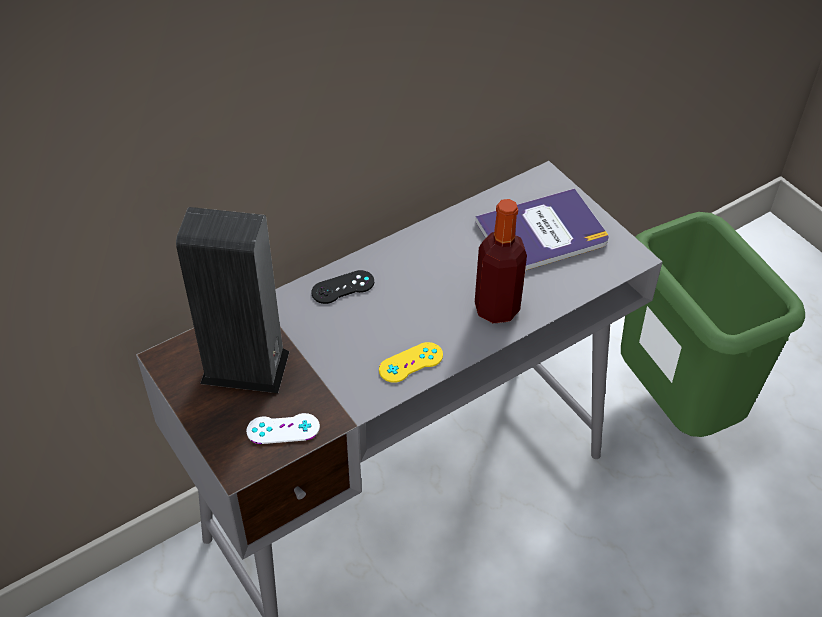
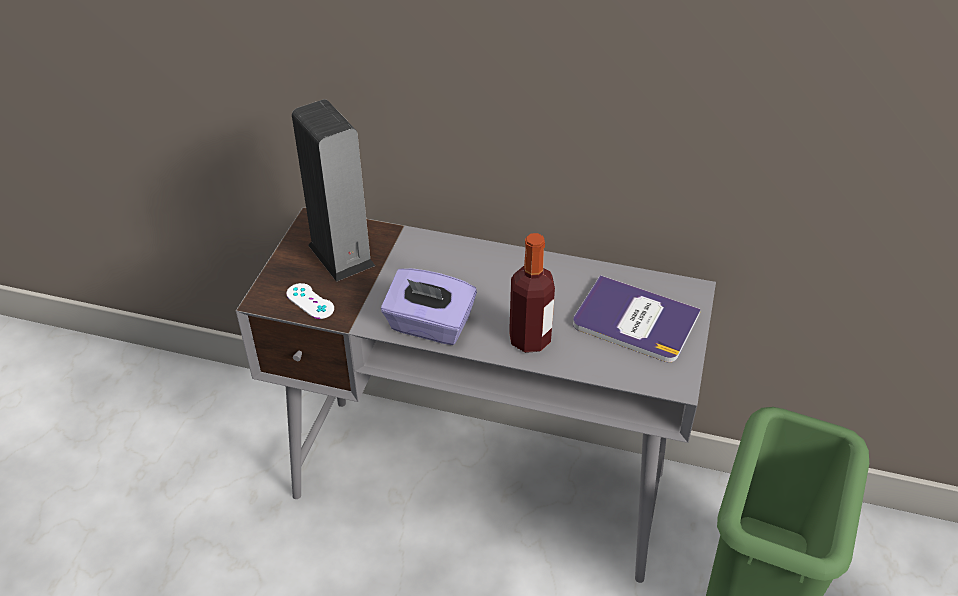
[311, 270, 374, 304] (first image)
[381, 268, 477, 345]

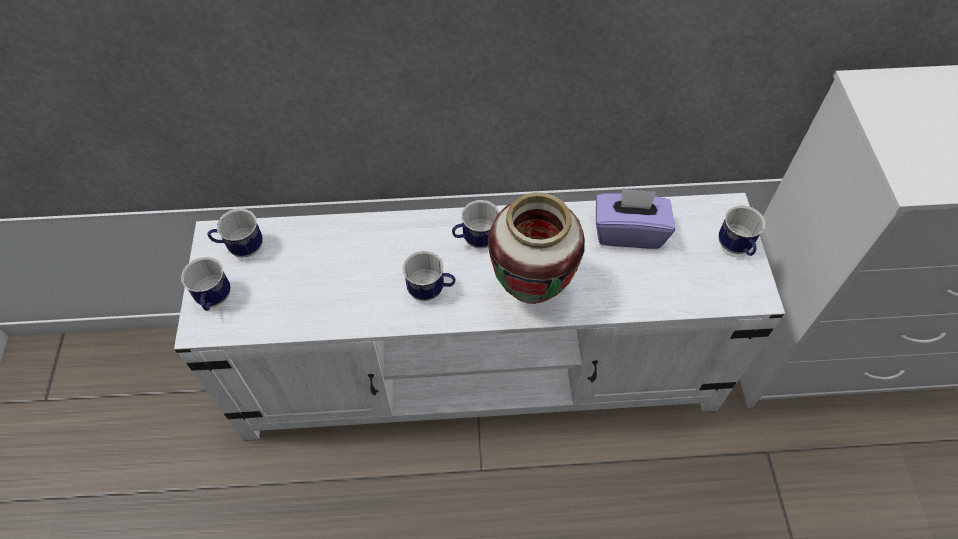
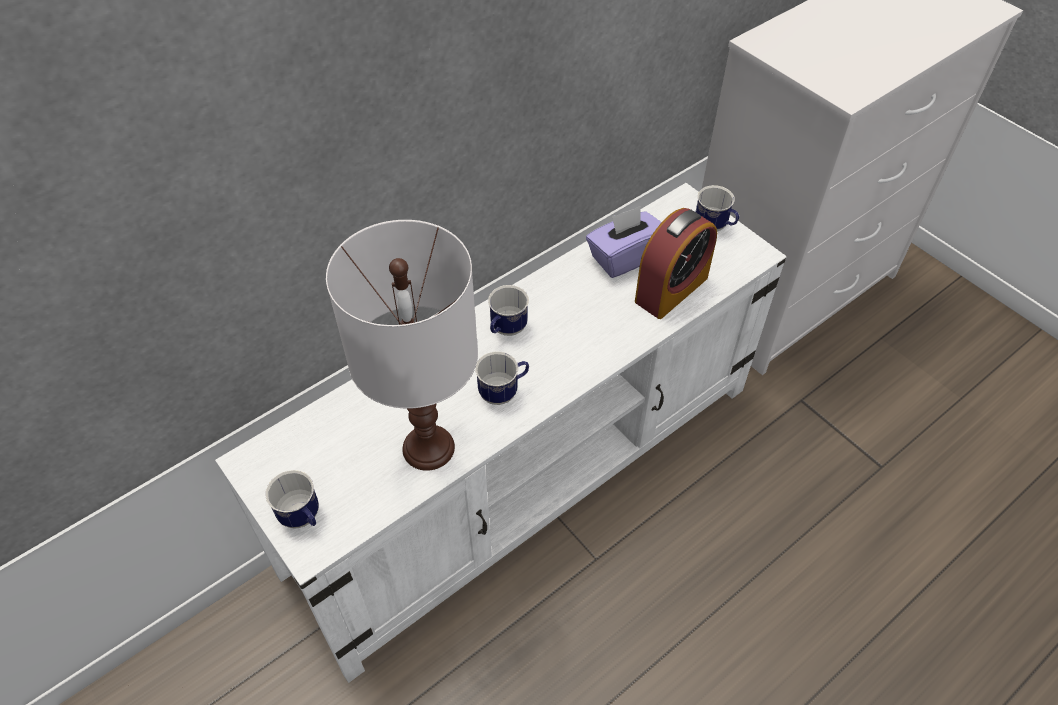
[488, 192, 585, 304] (first image)
[208, 209, 263, 257] (first image)
[635, 208, 717, 319]
[326, 220, 478, 471]

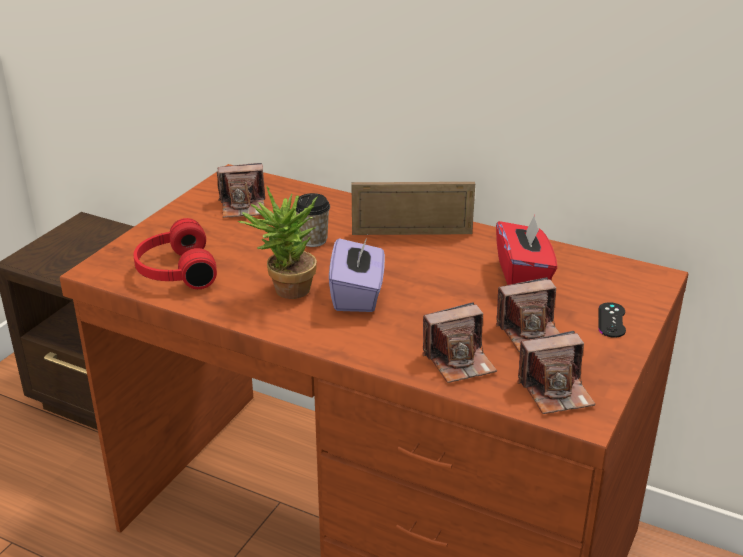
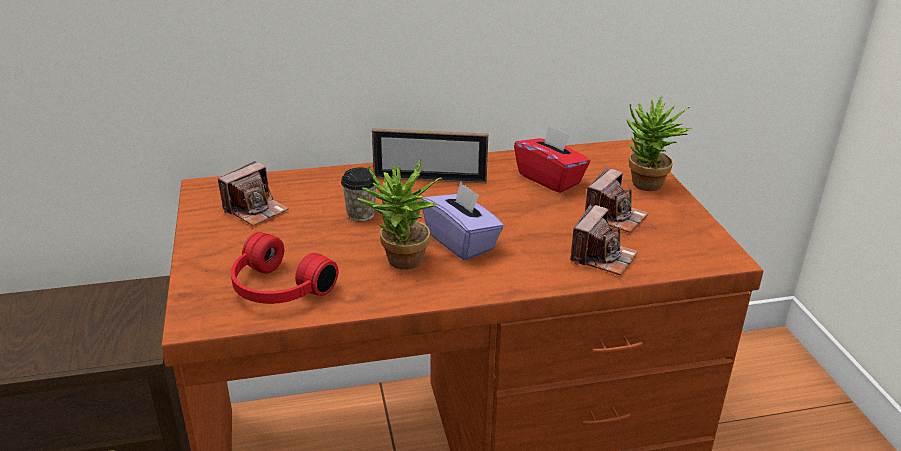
[372, 128, 488, 183]
[626, 94, 692, 191]
[518, 331, 596, 414] (first image)

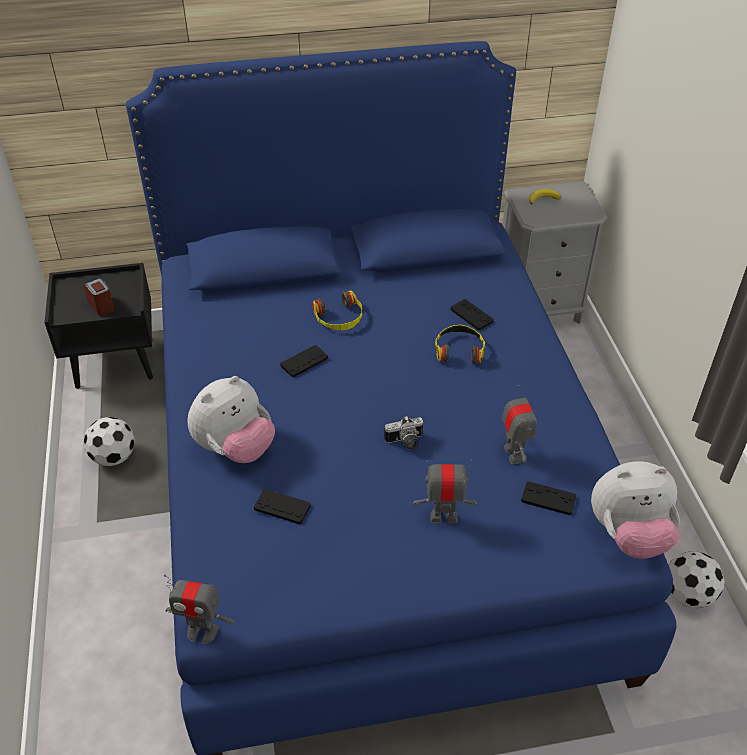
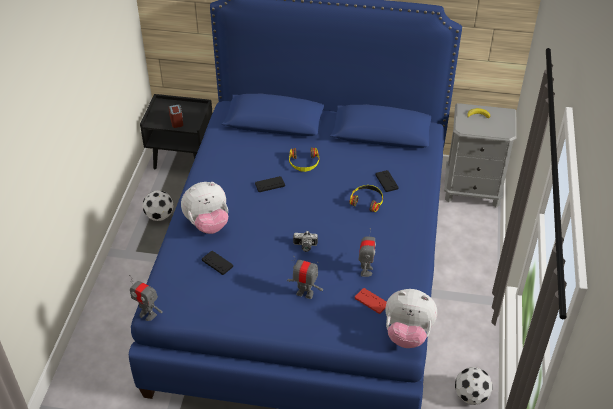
[355, 288, 387, 314]

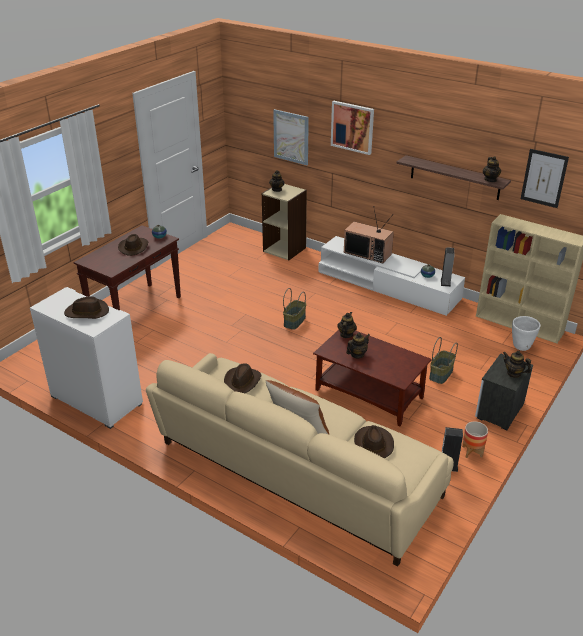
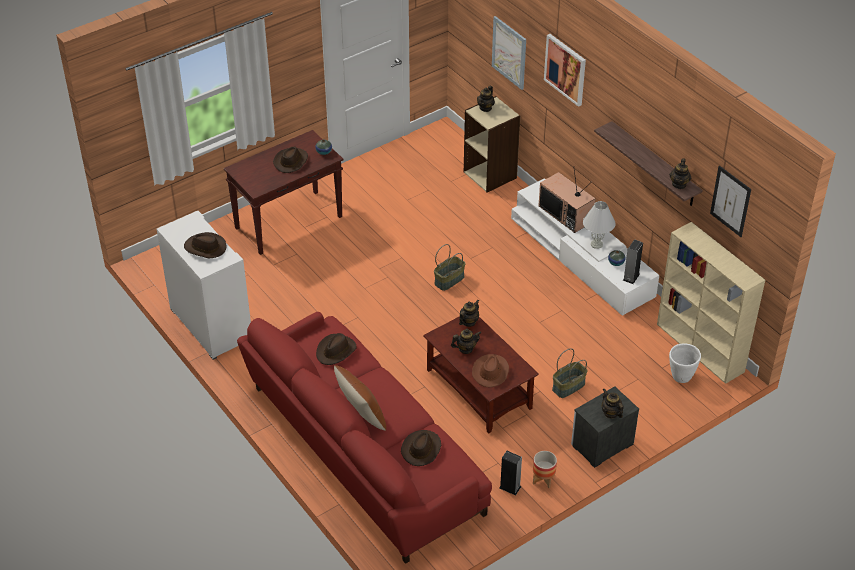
[237, 312, 492, 564]
[583, 201, 616, 249]
[472, 354, 509, 387]

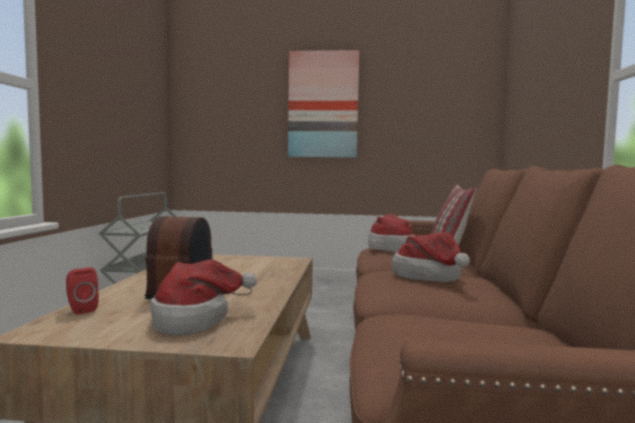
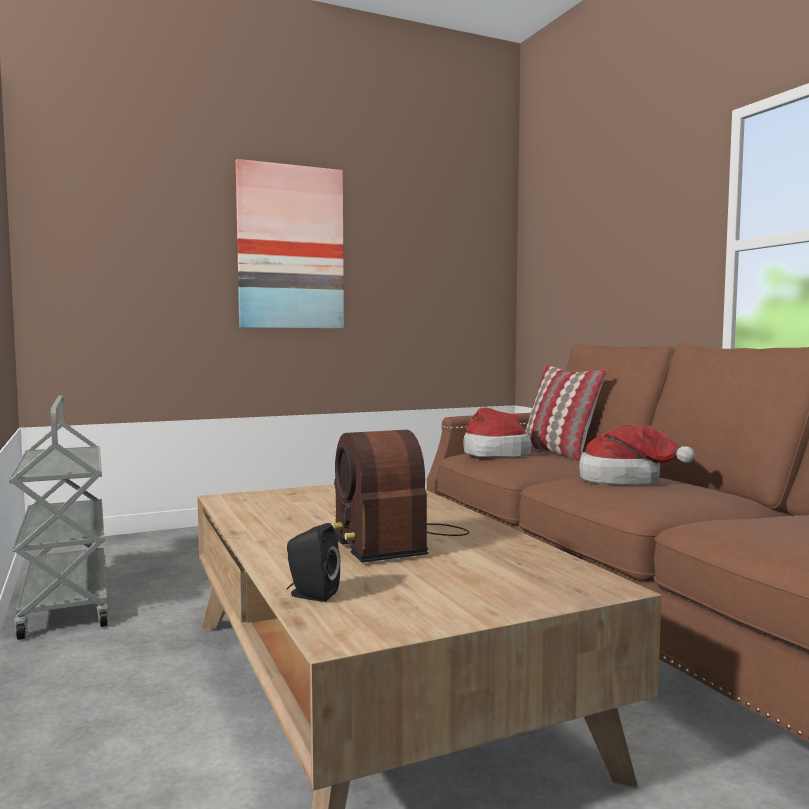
[151, 260, 257, 335] (first image)
[286, 523, 340, 602]

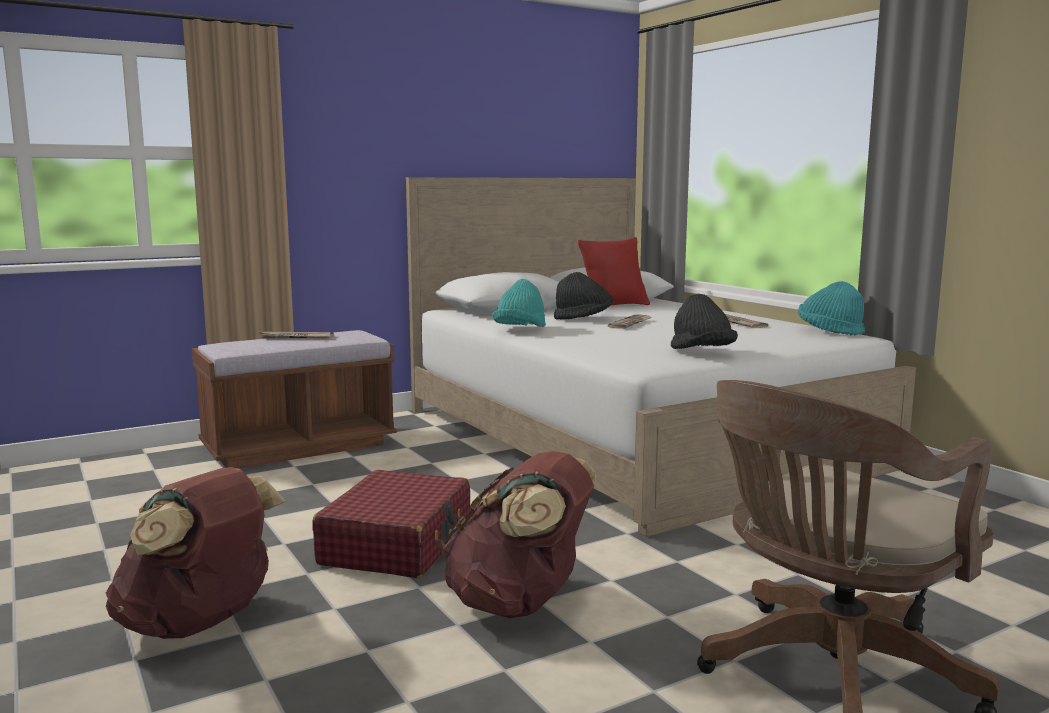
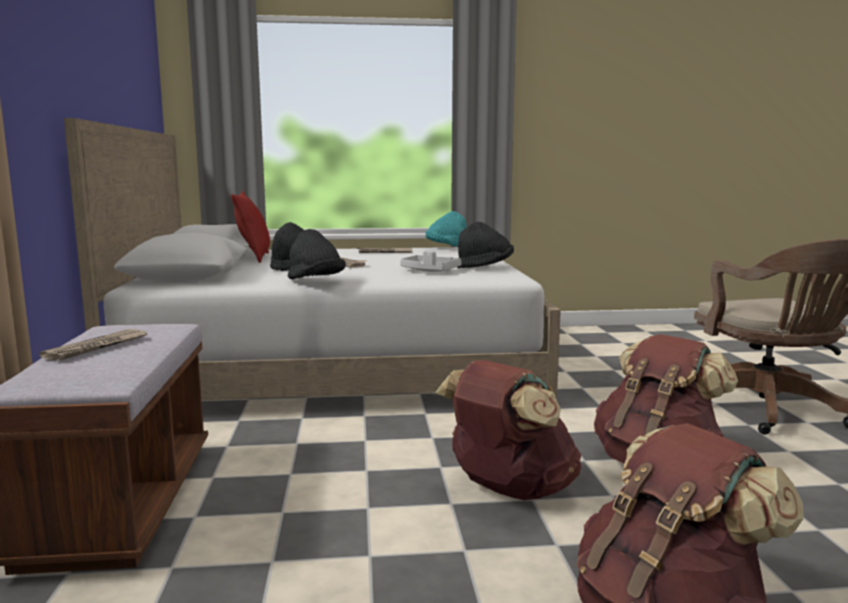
[288, 229, 346, 279]
[435, 360, 582, 500]
[400, 252, 462, 272]

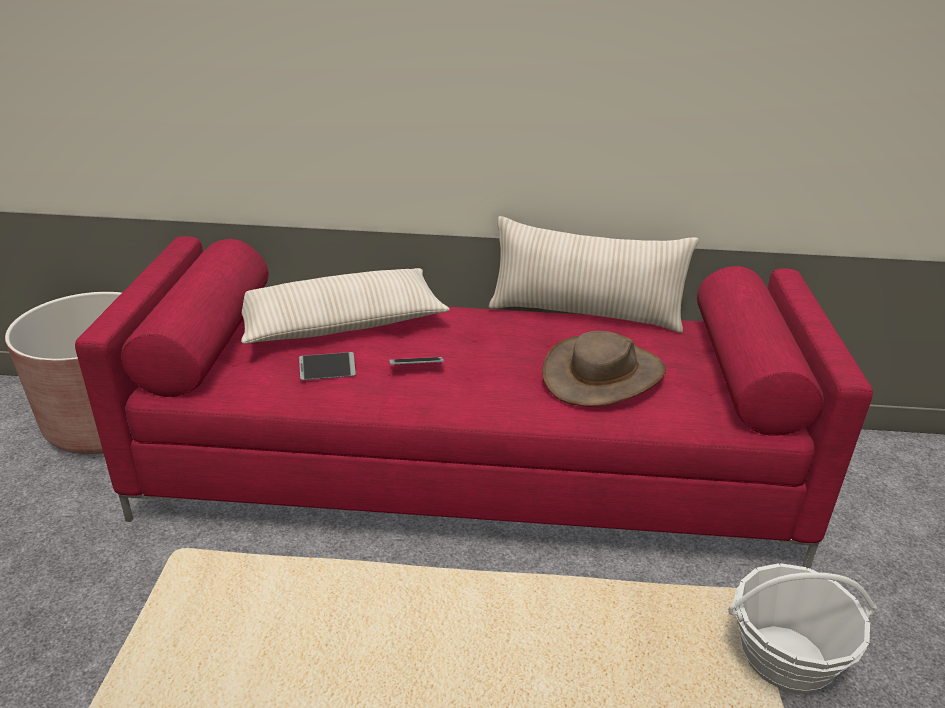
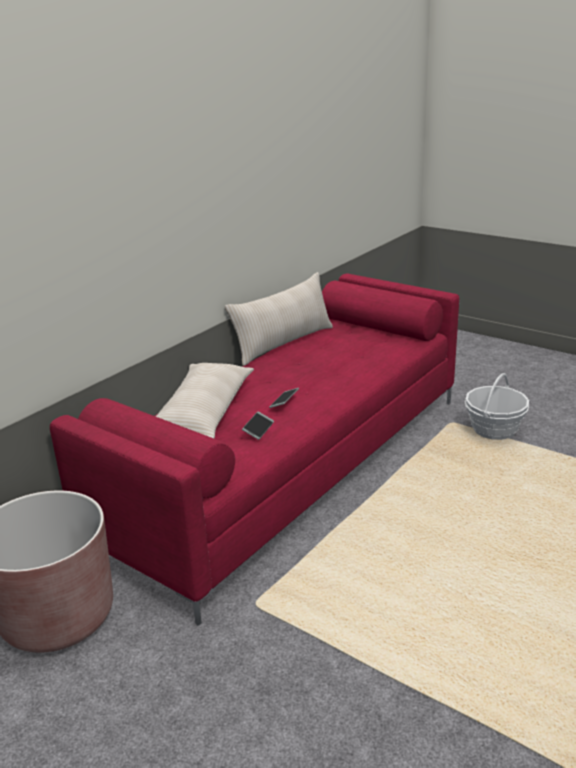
[542, 331, 666, 406] (first image)

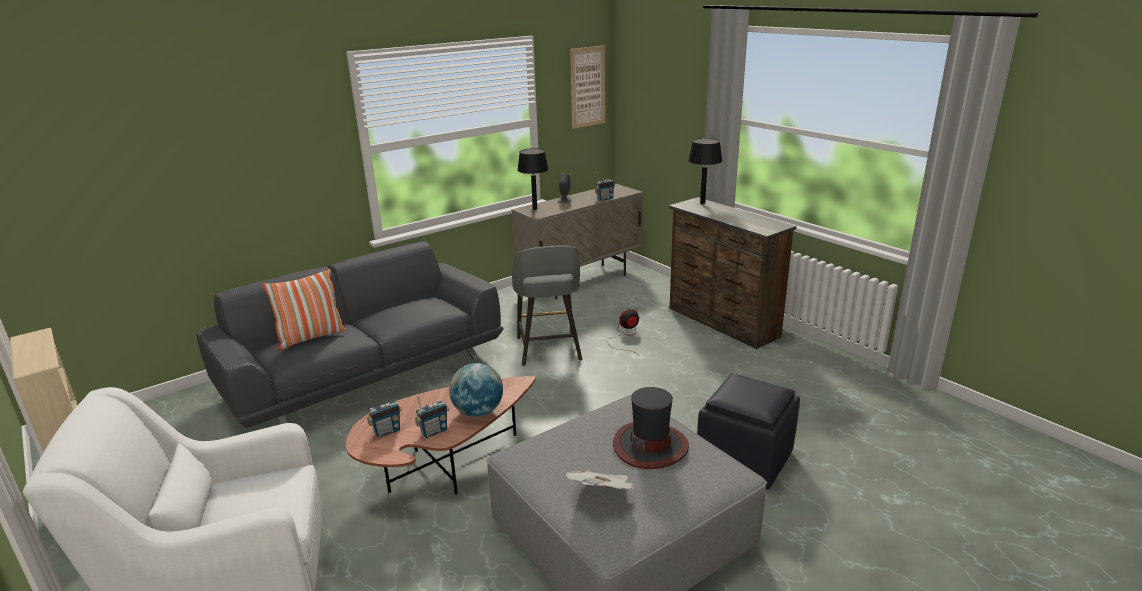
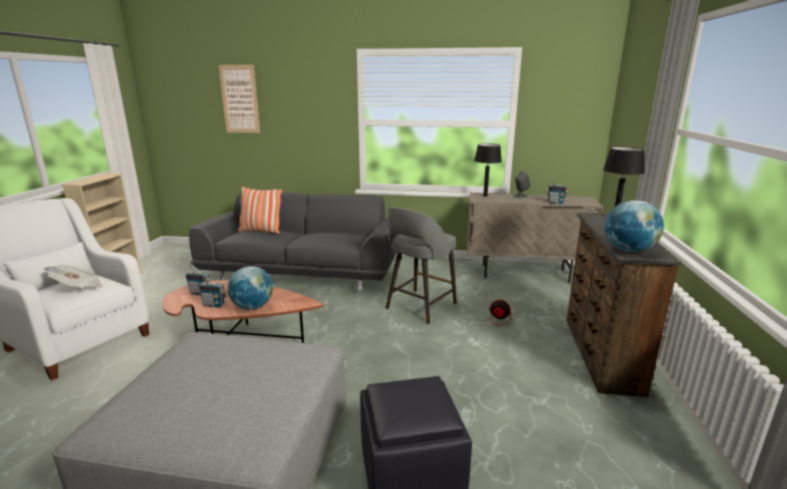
[219, 65, 260, 133]
[613, 387, 689, 469] (first image)
[43, 266, 103, 288]
[605, 200, 664, 253]

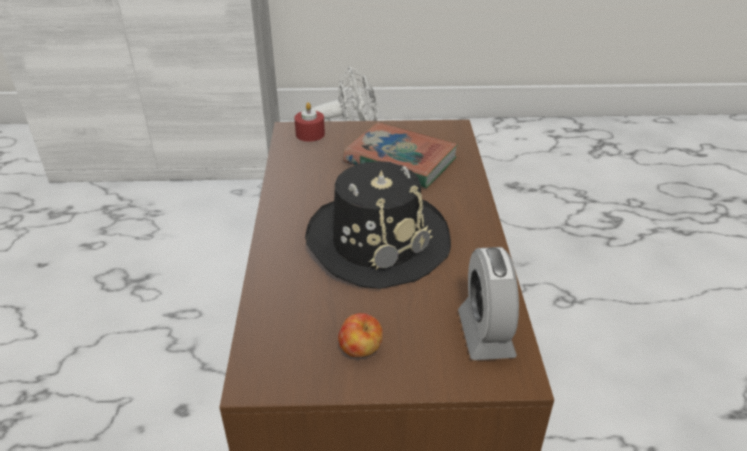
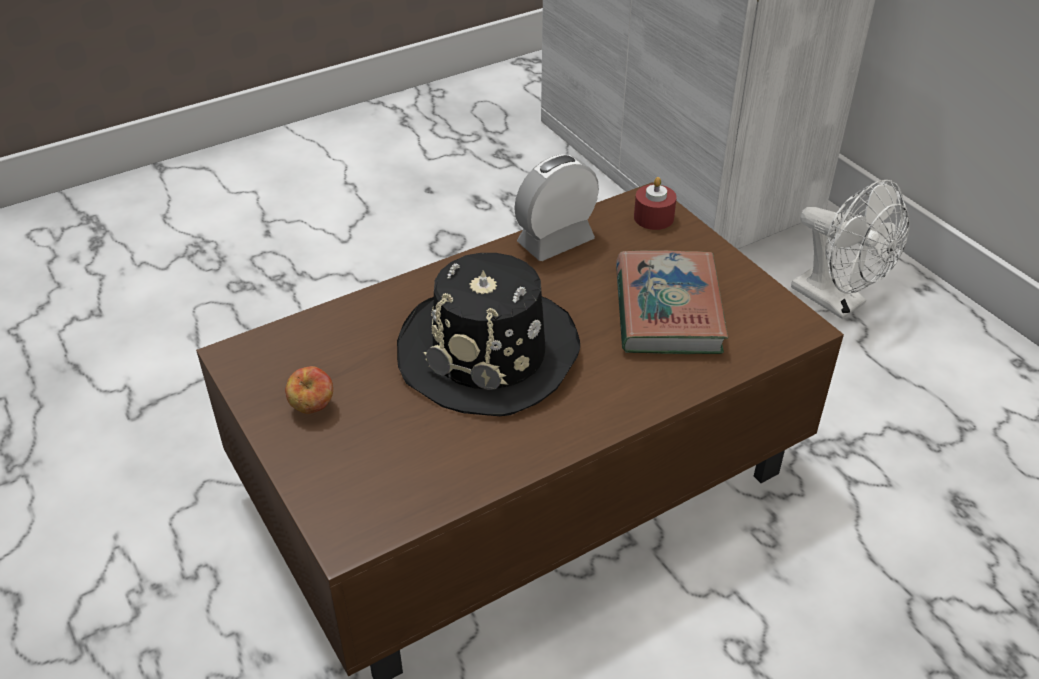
[514, 154, 599, 261]

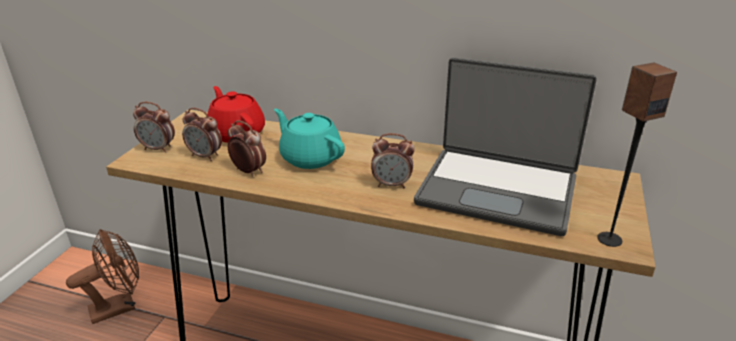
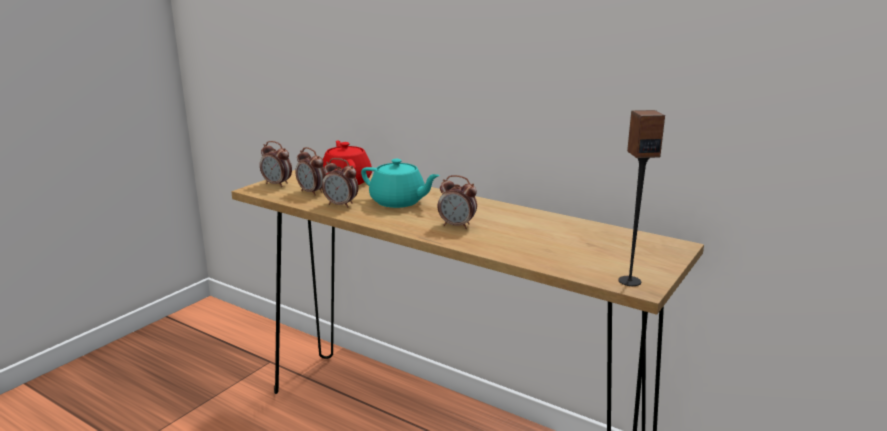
[414, 57, 597, 236] (first image)
[361, 159, 440, 208]
[322, 158, 359, 208]
[66, 229, 139, 324] (first image)

